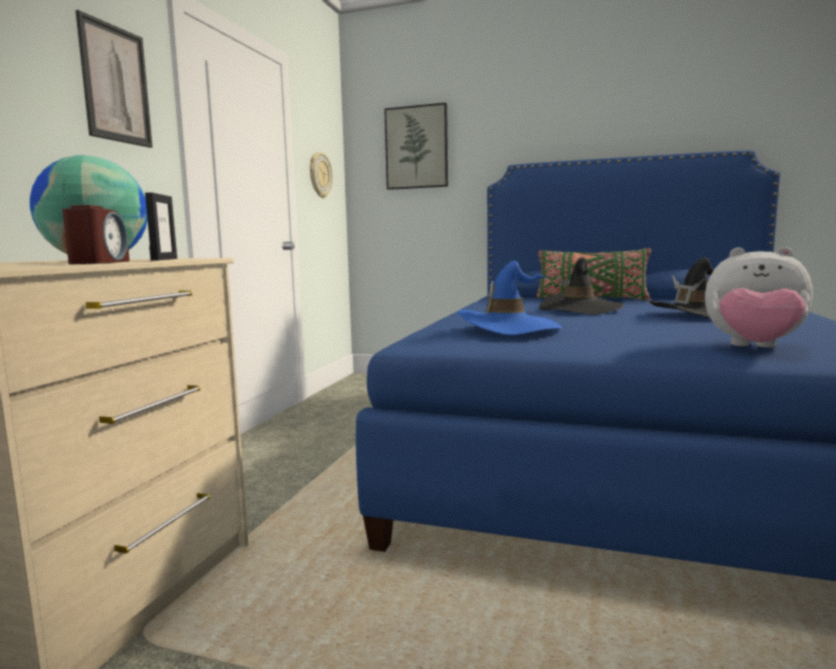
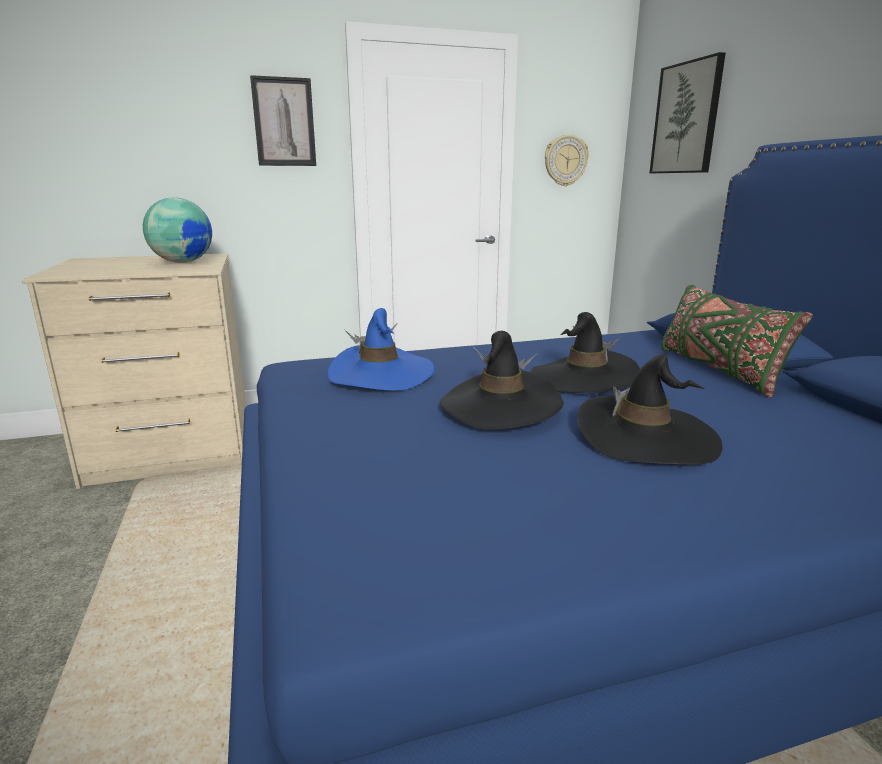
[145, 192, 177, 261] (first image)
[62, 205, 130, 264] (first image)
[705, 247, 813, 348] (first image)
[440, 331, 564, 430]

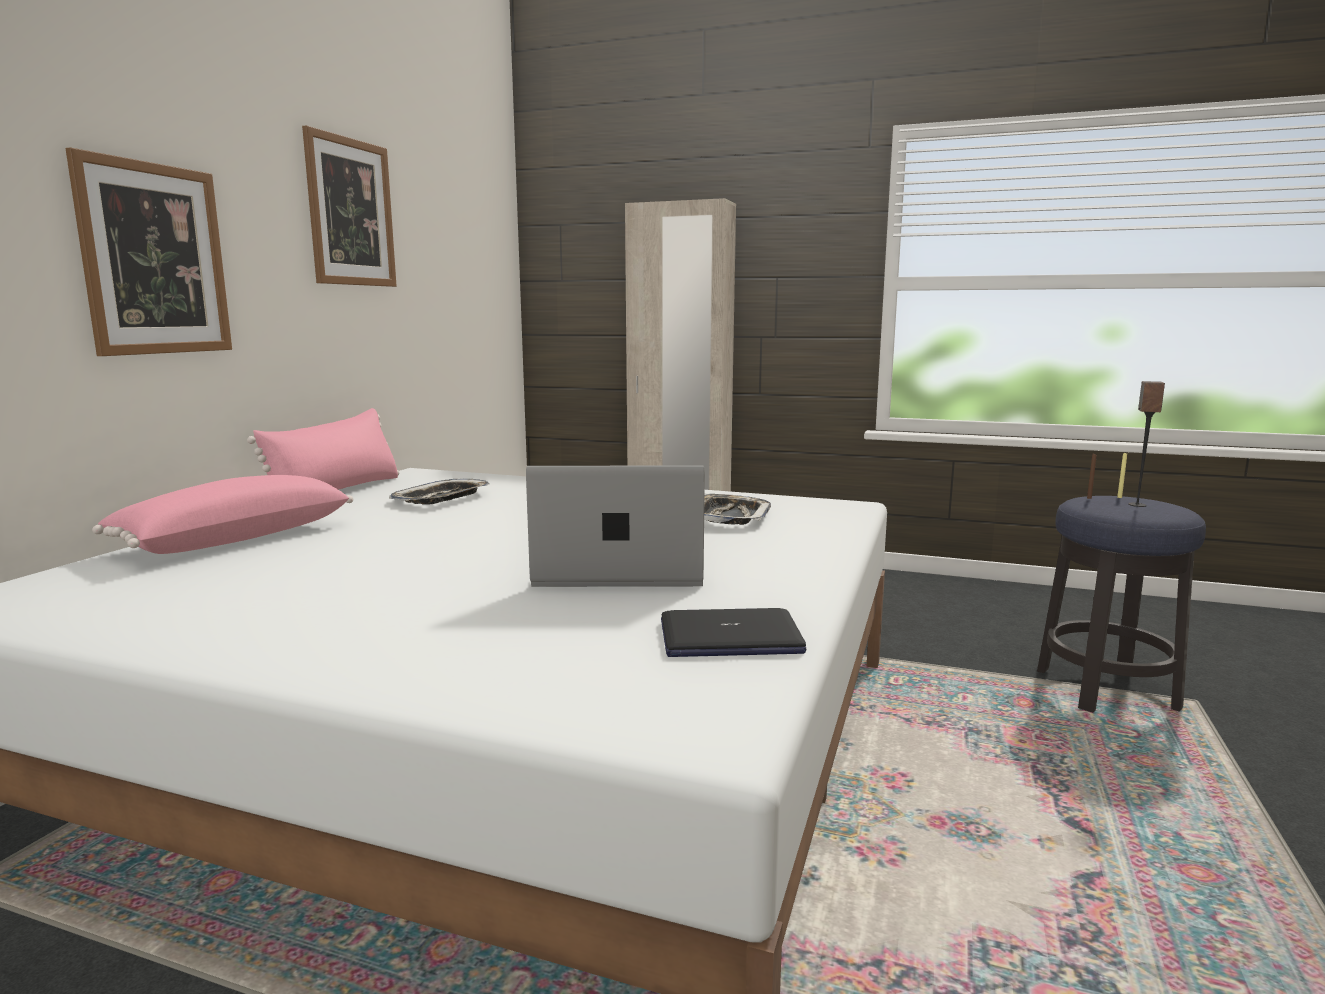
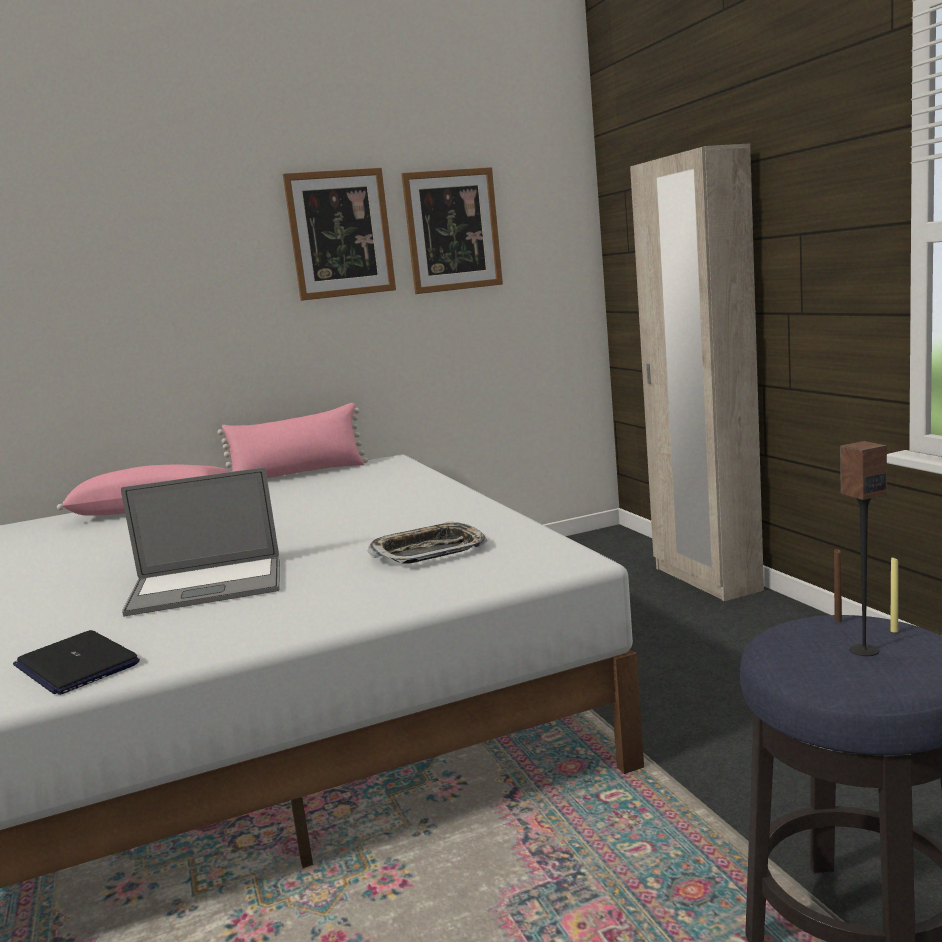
[401, 167, 503, 294]
[121, 467, 280, 617]
[389, 479, 490, 505] (first image)

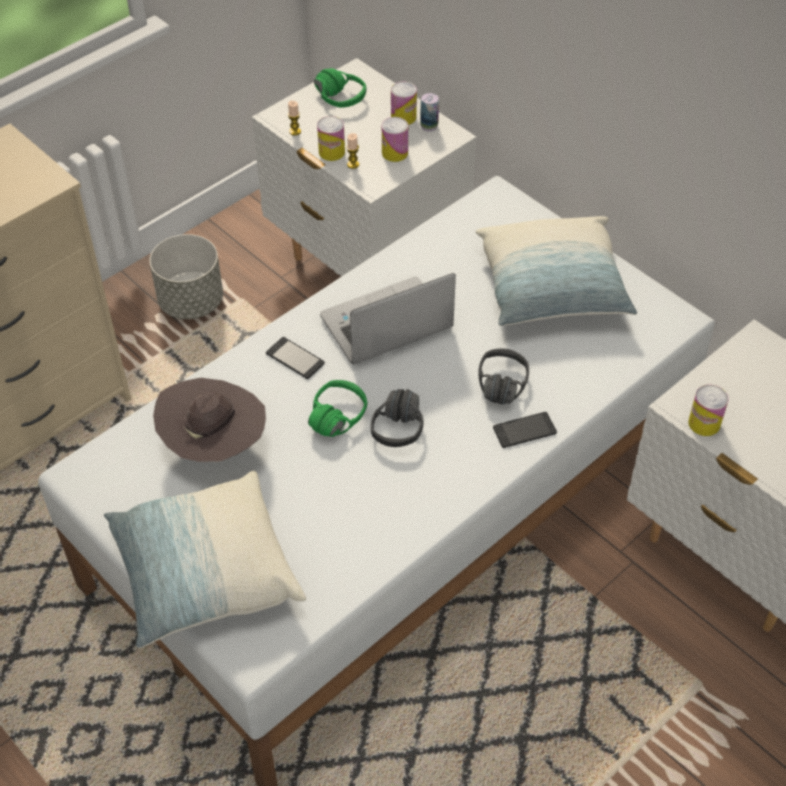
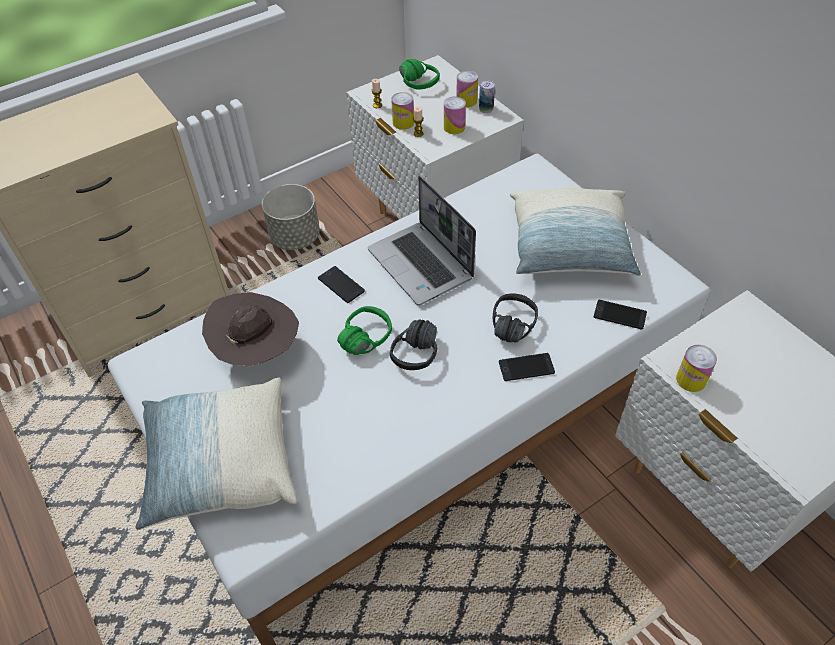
[368, 176, 476, 305]
[594, 300, 647, 330]

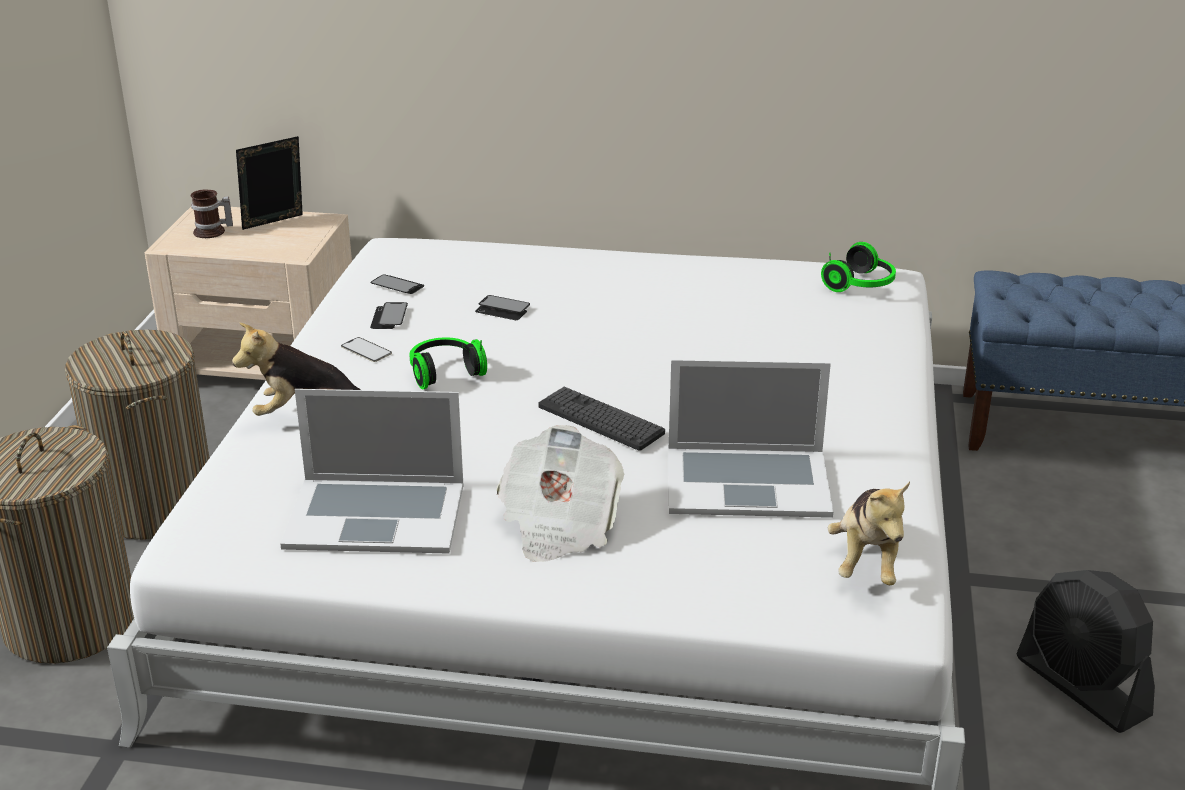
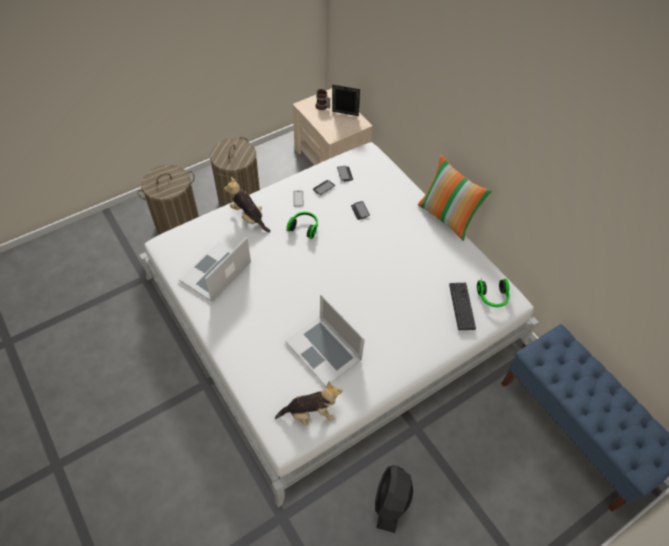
[449, 283, 476, 330]
[179, 237, 251, 302]
[497, 425, 624, 562] (first image)
[275, 381, 343, 426]
[418, 155, 492, 241]

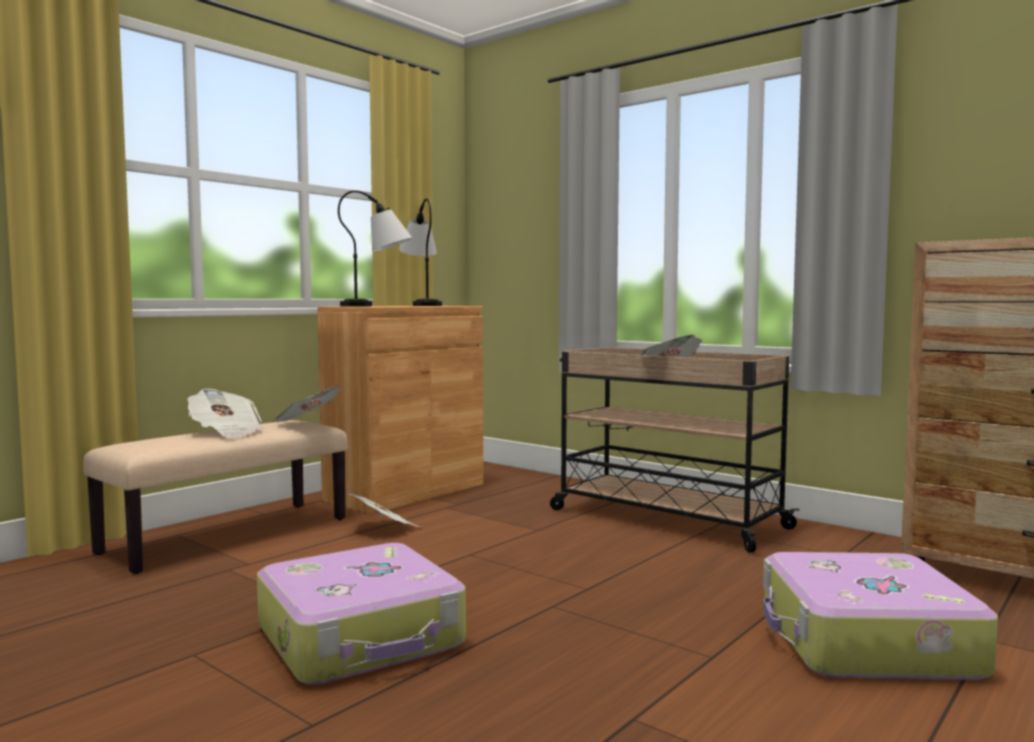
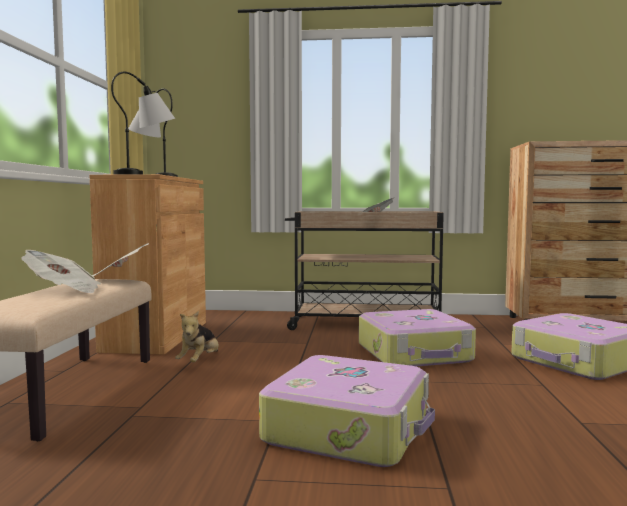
[175, 311, 219, 362]
[359, 309, 476, 367]

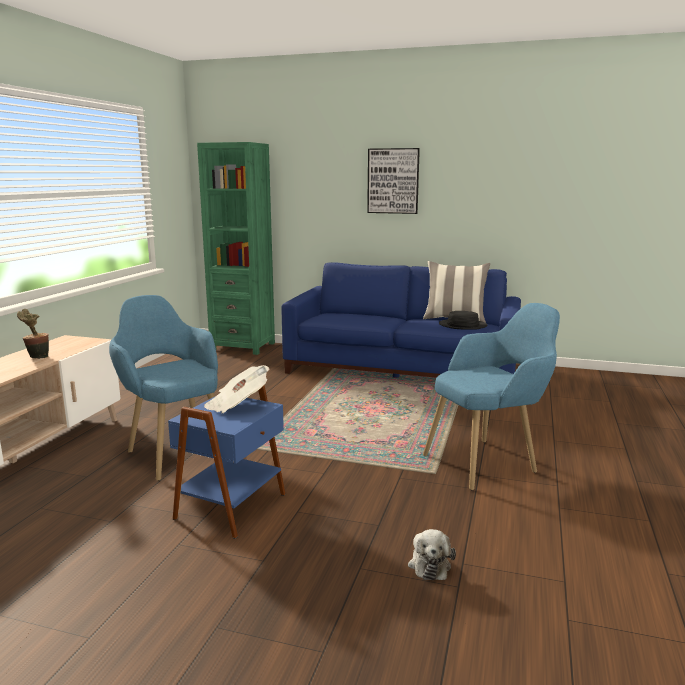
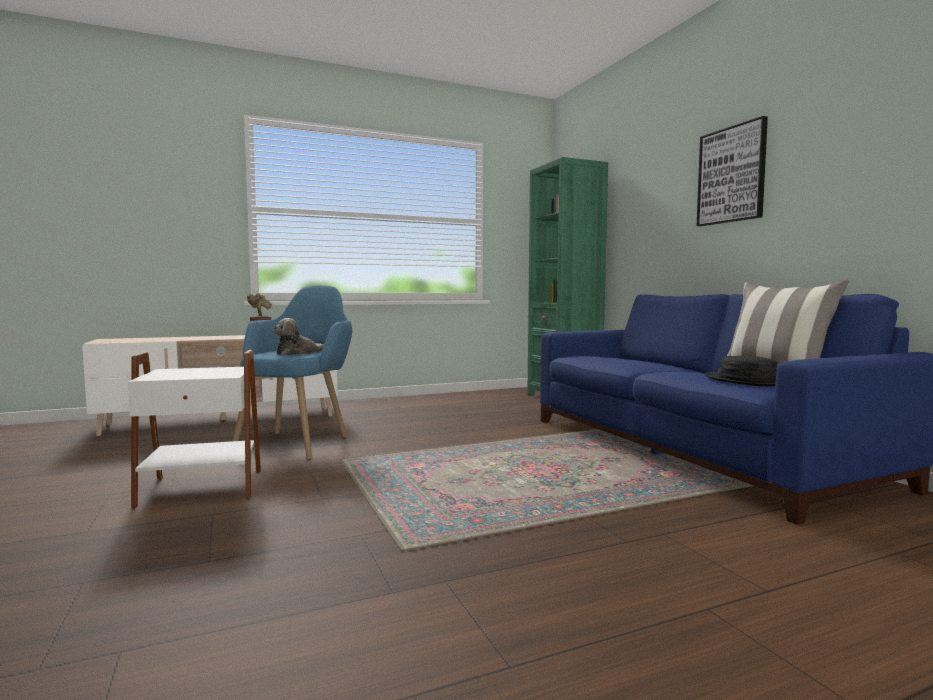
[423, 303, 560, 490] (first image)
[204, 365, 269, 413] (first image)
[128, 350, 261, 508]
[273, 318, 325, 355]

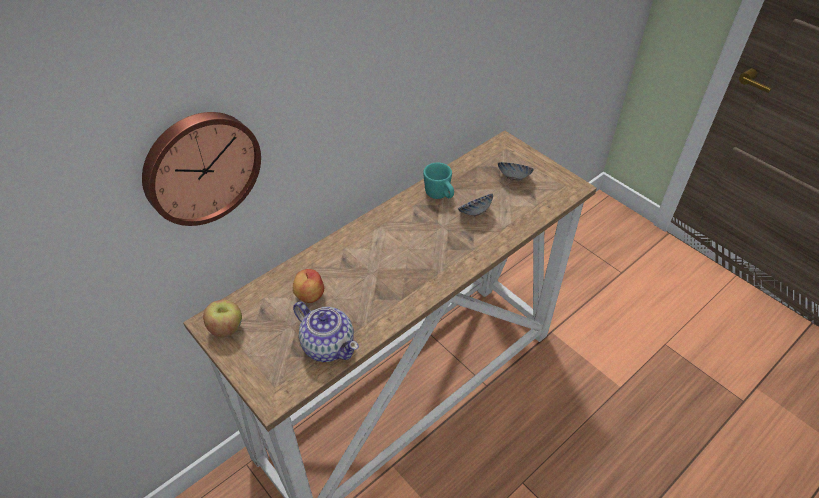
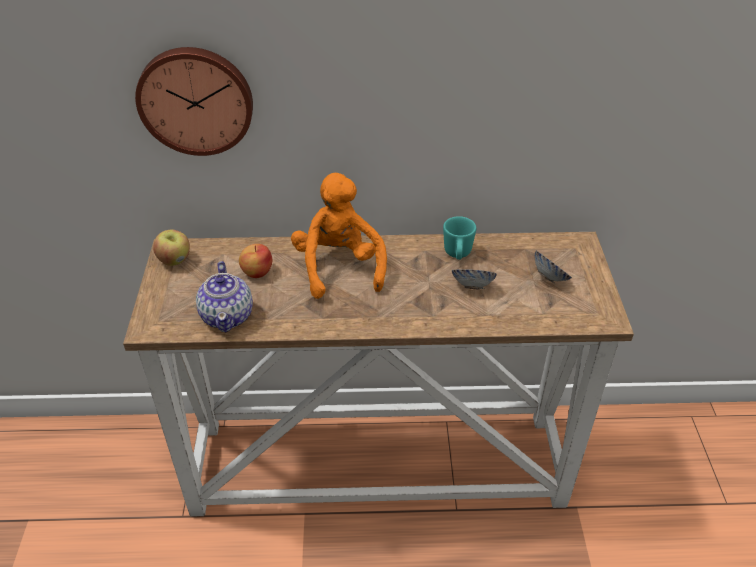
[291, 173, 387, 299]

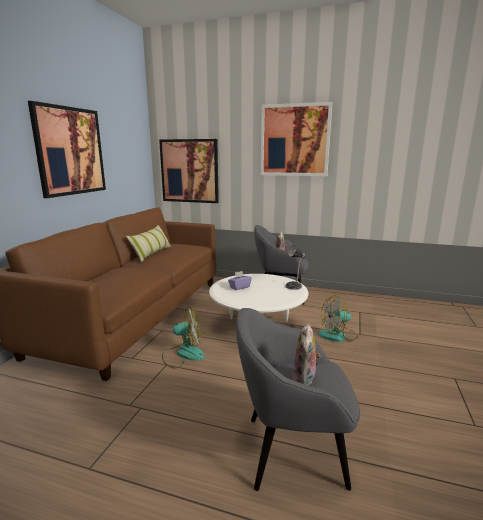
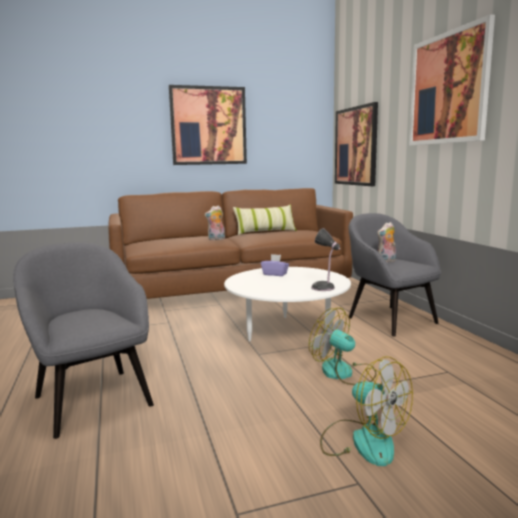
[320, 357, 413, 466]
[204, 206, 225, 240]

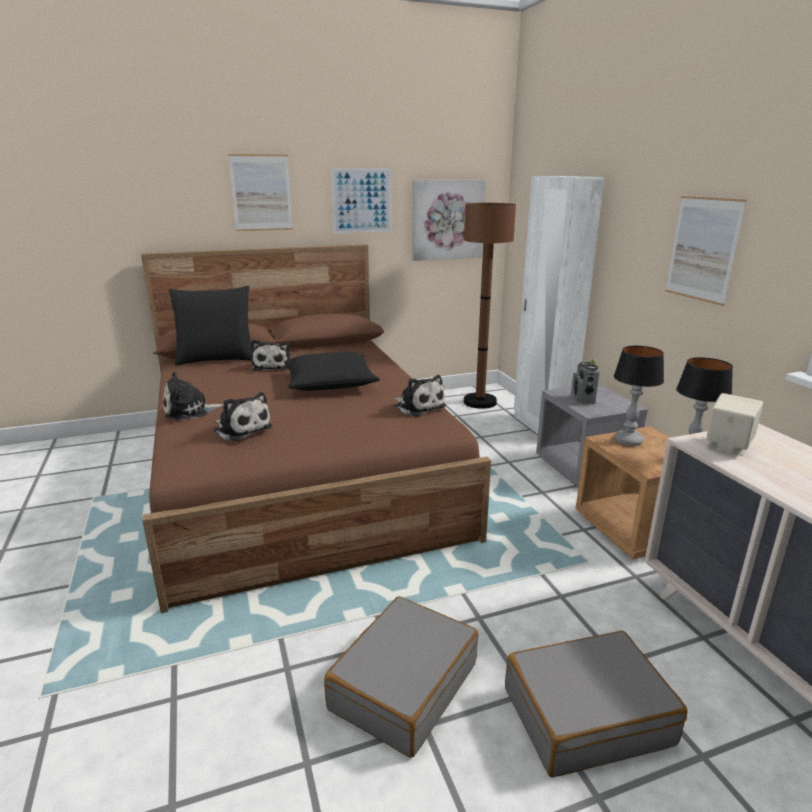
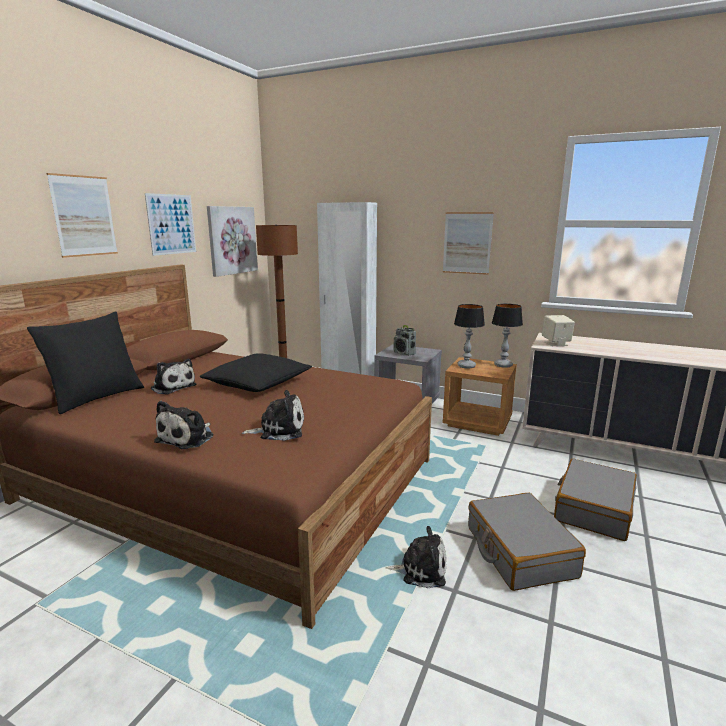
[386, 526, 446, 589]

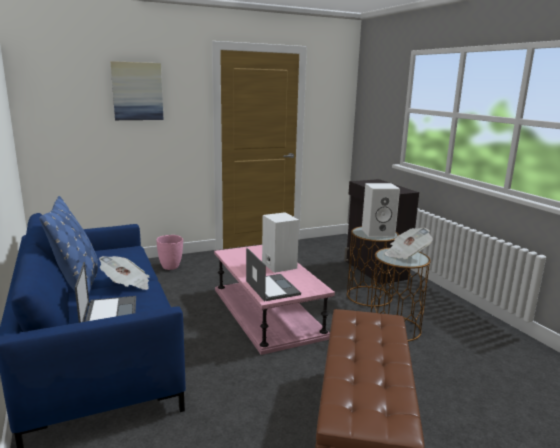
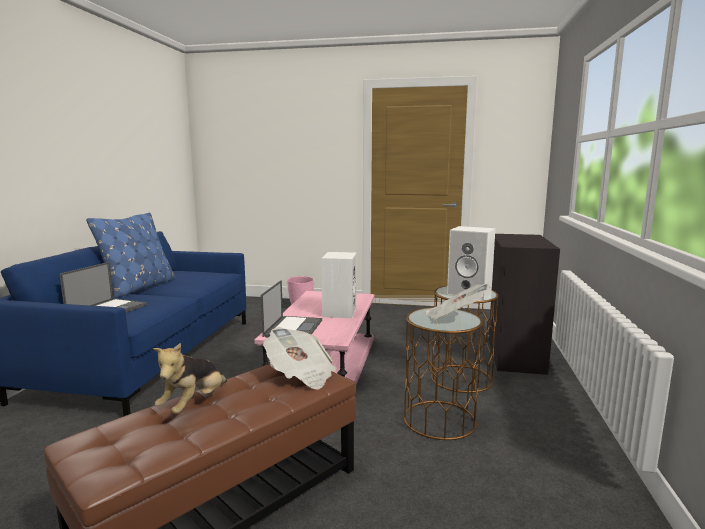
[110, 61, 164, 120] (first image)
[263, 327, 337, 389]
[153, 343, 227, 414]

